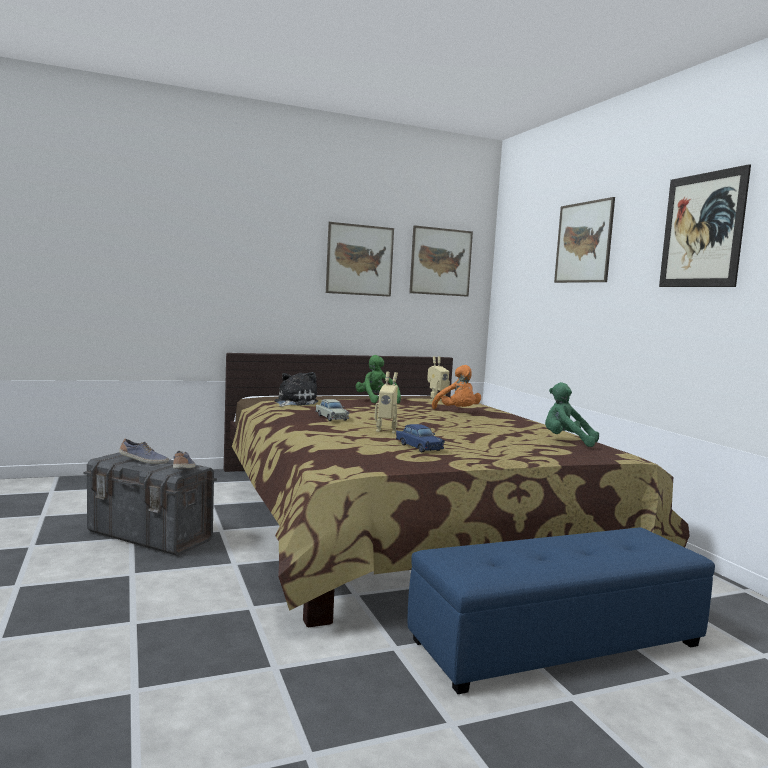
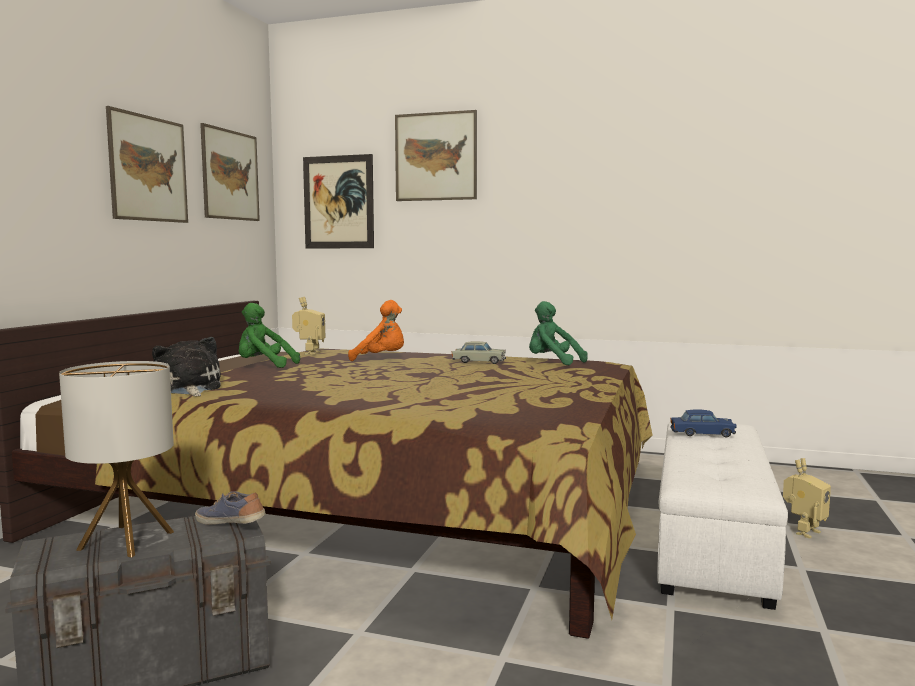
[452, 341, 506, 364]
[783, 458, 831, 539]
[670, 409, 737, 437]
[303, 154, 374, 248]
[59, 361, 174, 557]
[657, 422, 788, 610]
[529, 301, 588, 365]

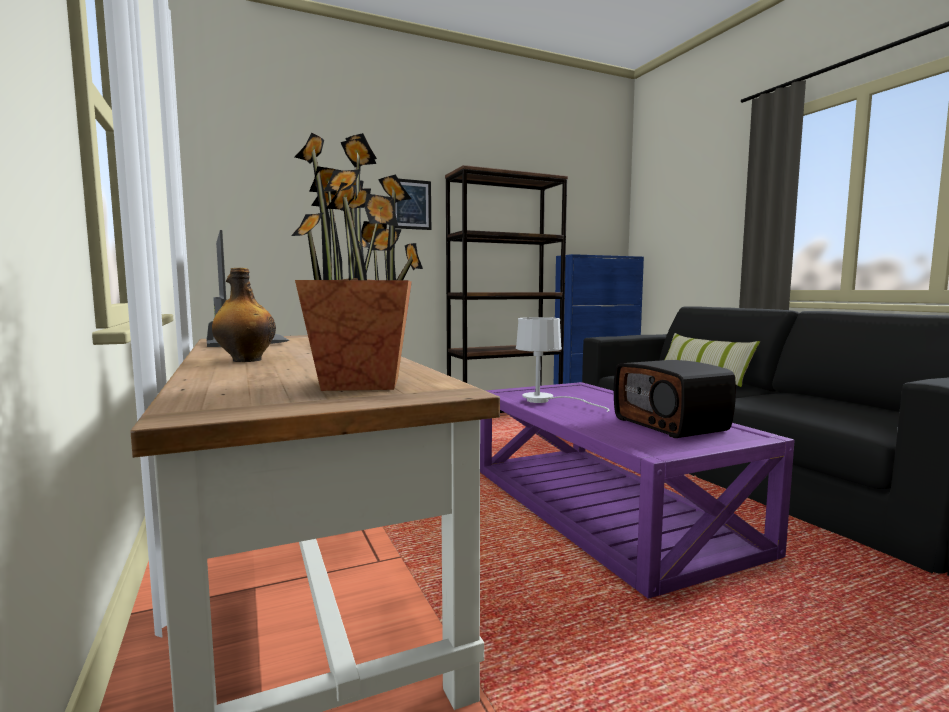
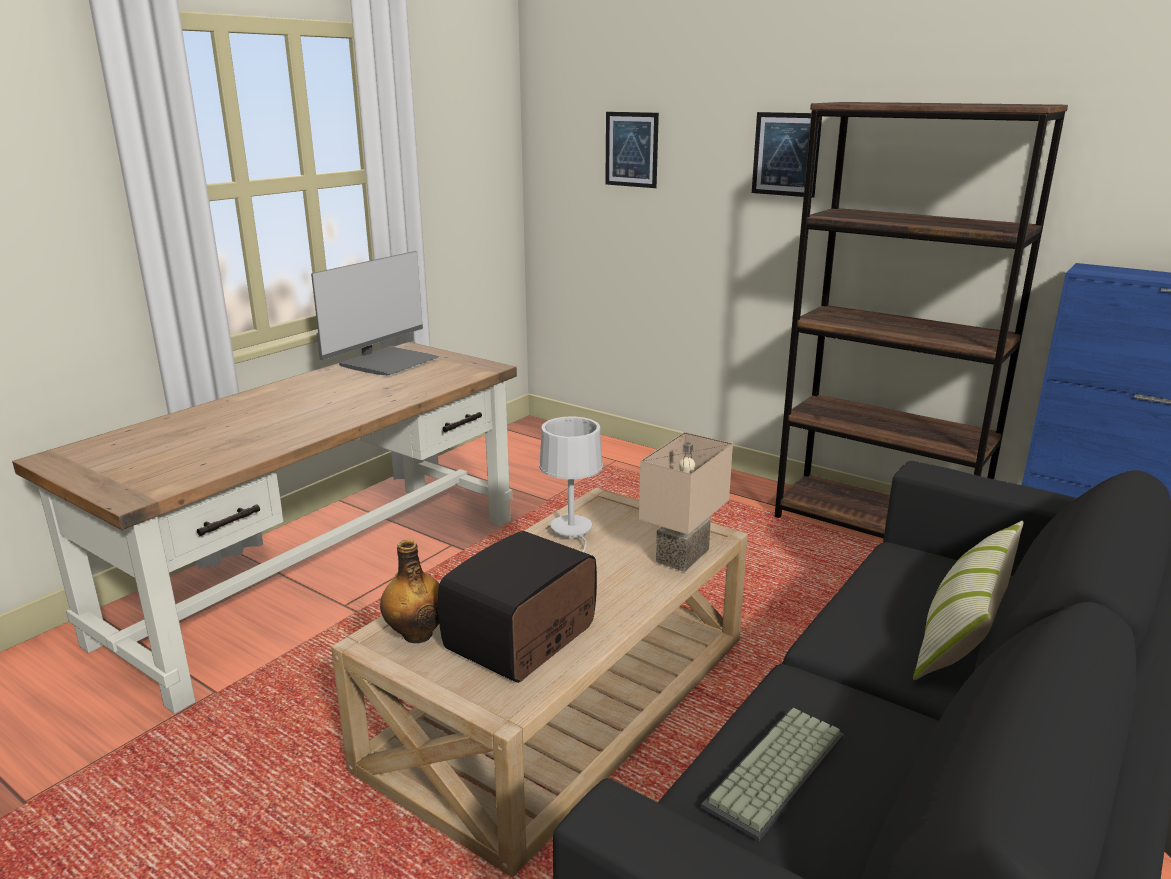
[291, 133, 423, 391] (first image)
[605, 112, 659, 188]
[639, 432, 733, 572]
[701, 708, 844, 841]
[380, 540, 439, 643]
[331, 487, 748, 877]

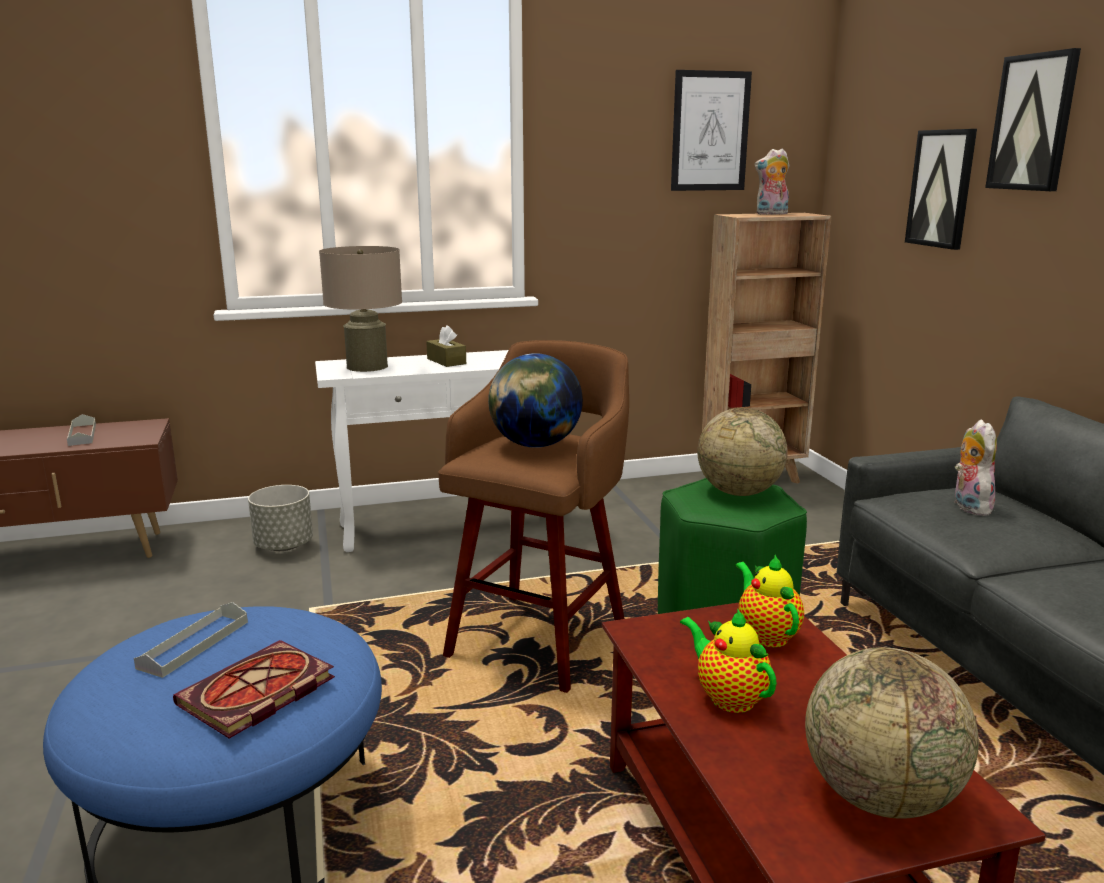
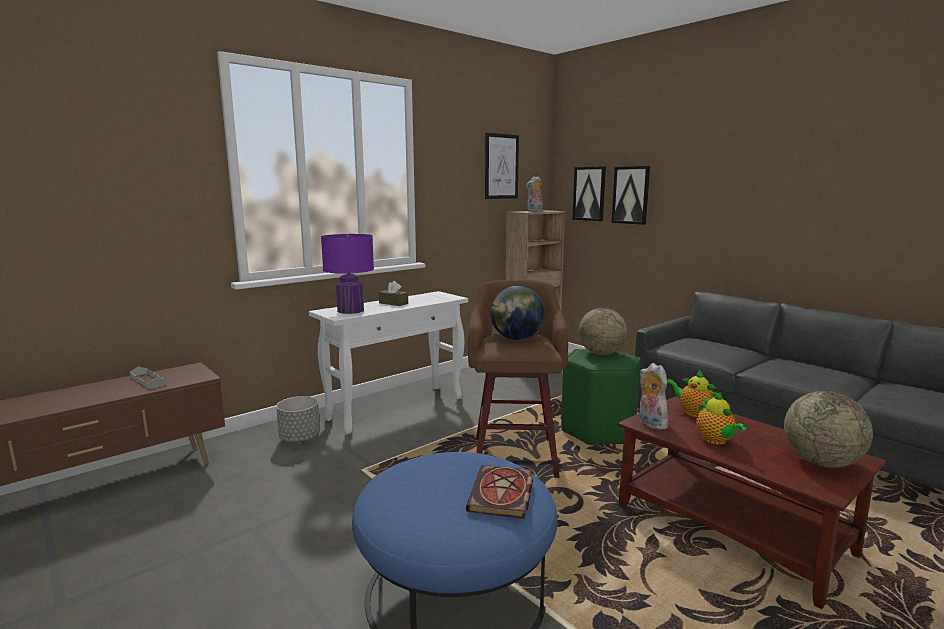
[134, 602, 248, 678] (first image)
[639, 363, 669, 430]
[572, 166, 606, 221]
[321, 234, 374, 314]
[696, 392, 747, 445]

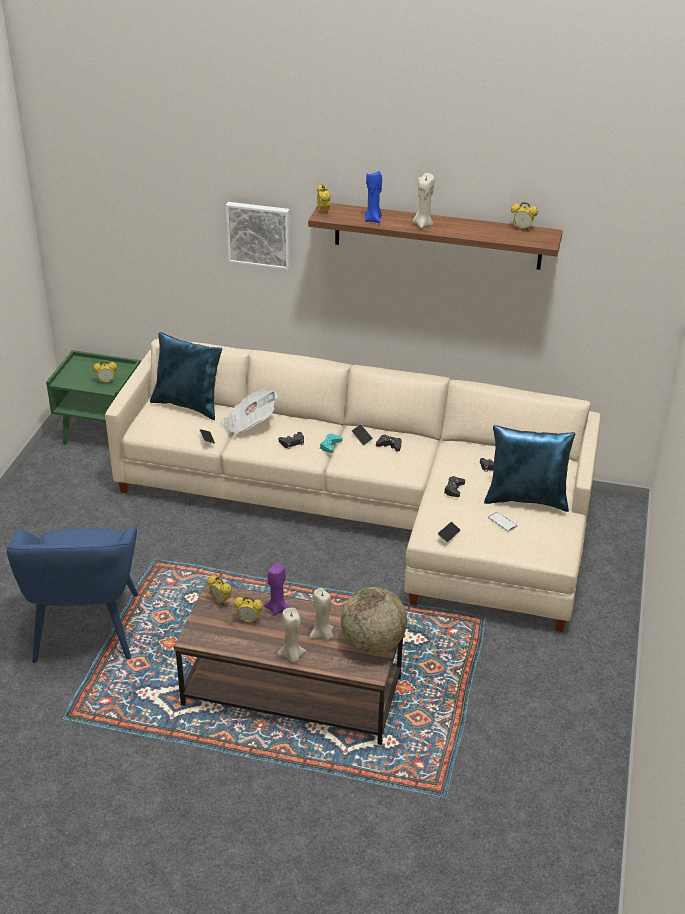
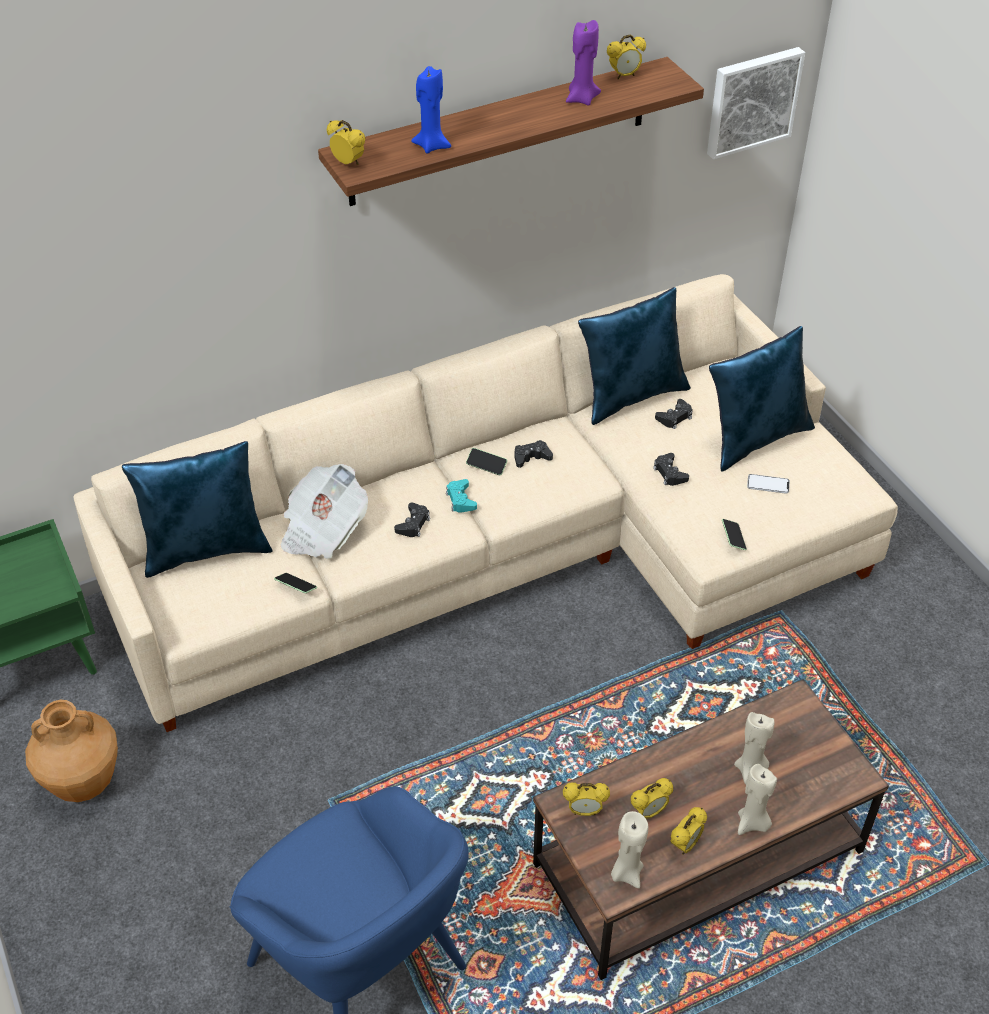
[341, 587, 407, 654] (first image)
[25, 700, 118, 802]
[578, 287, 691, 425]
[670, 807, 707, 855]
[707, 47, 805, 159]
[566, 20, 601, 105]
[611, 811, 648, 888]

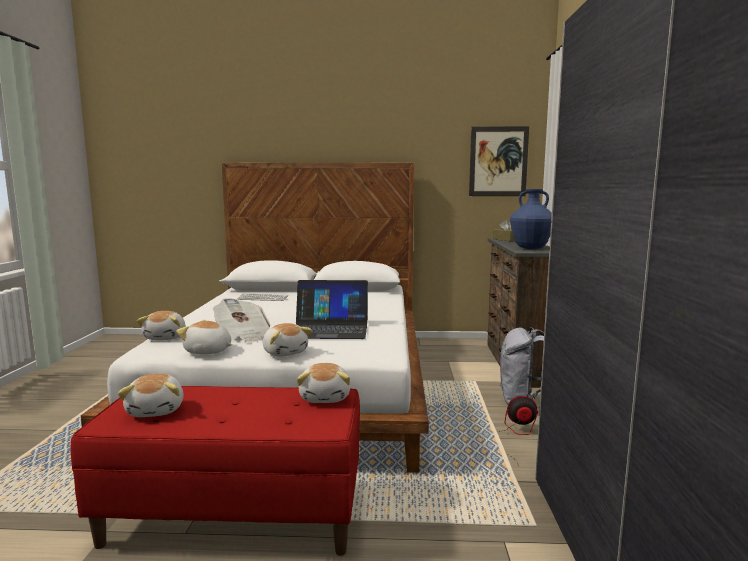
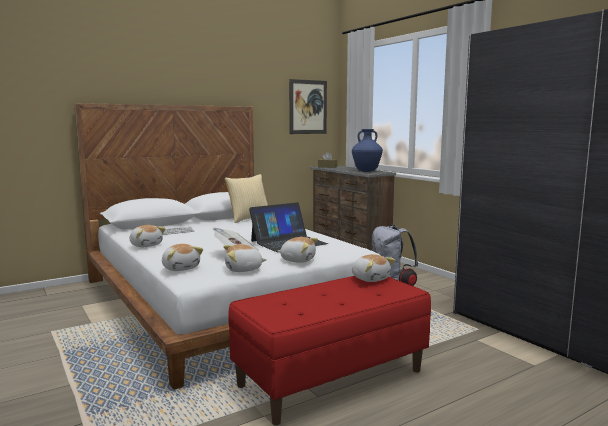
[224, 174, 268, 223]
[130, 225, 166, 247]

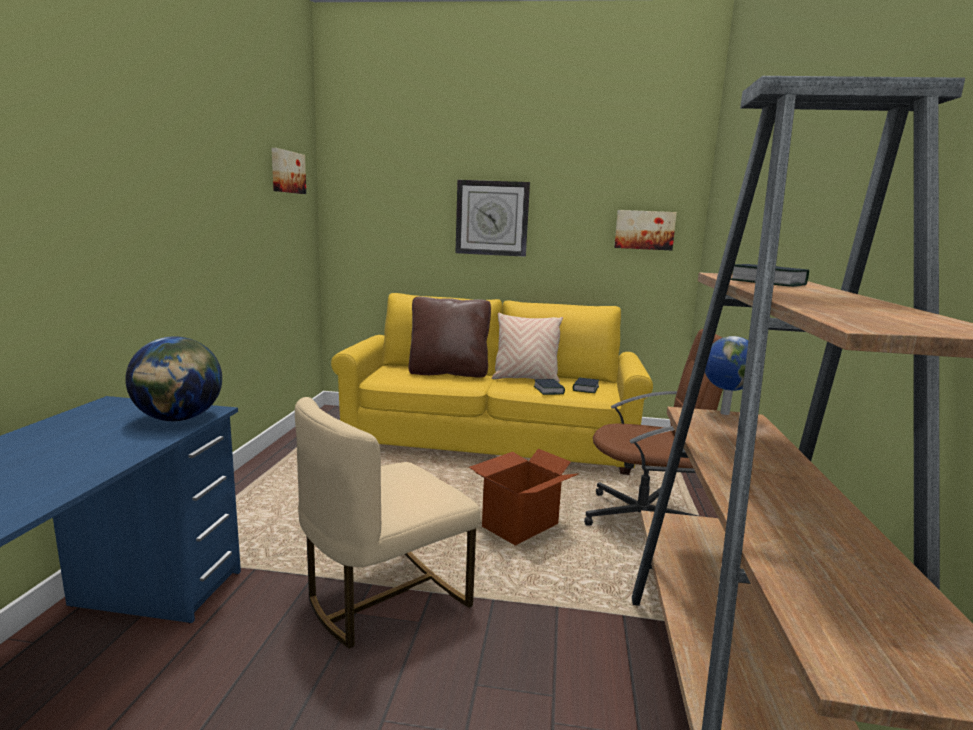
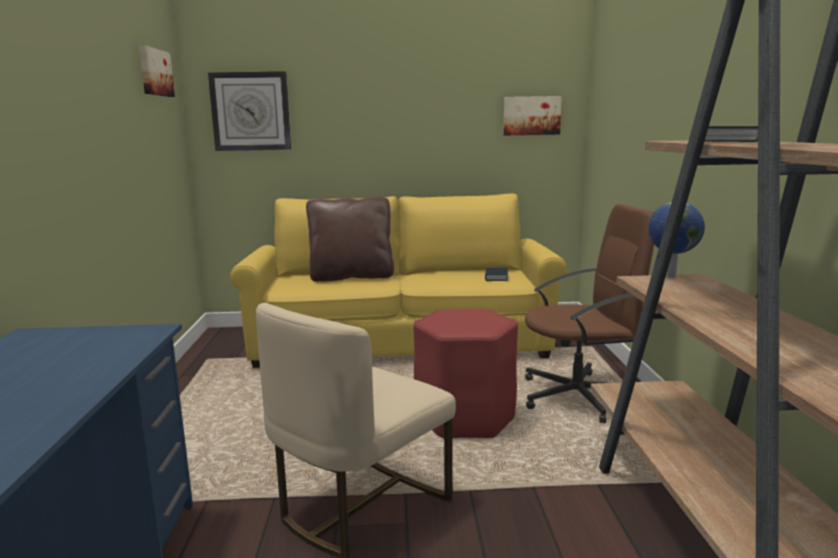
[125, 336, 222, 421] (first image)
[492, 313, 563, 382] (first image)
[534, 379, 565, 395] (first image)
[208, 71, 291, 151]
[413, 309, 518, 438]

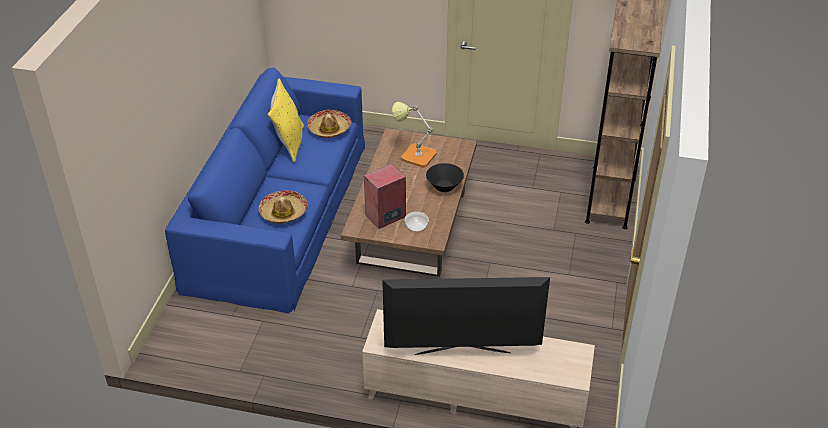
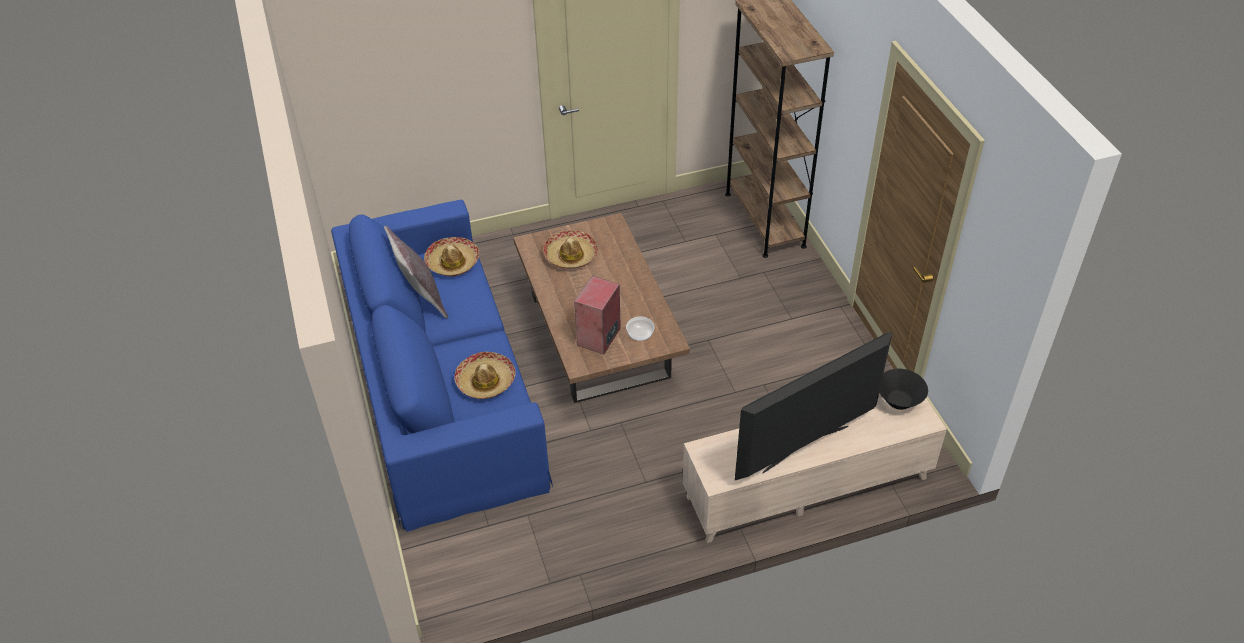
[879, 369, 928, 410]
[543, 230, 598, 269]
[384, 226, 448, 319]

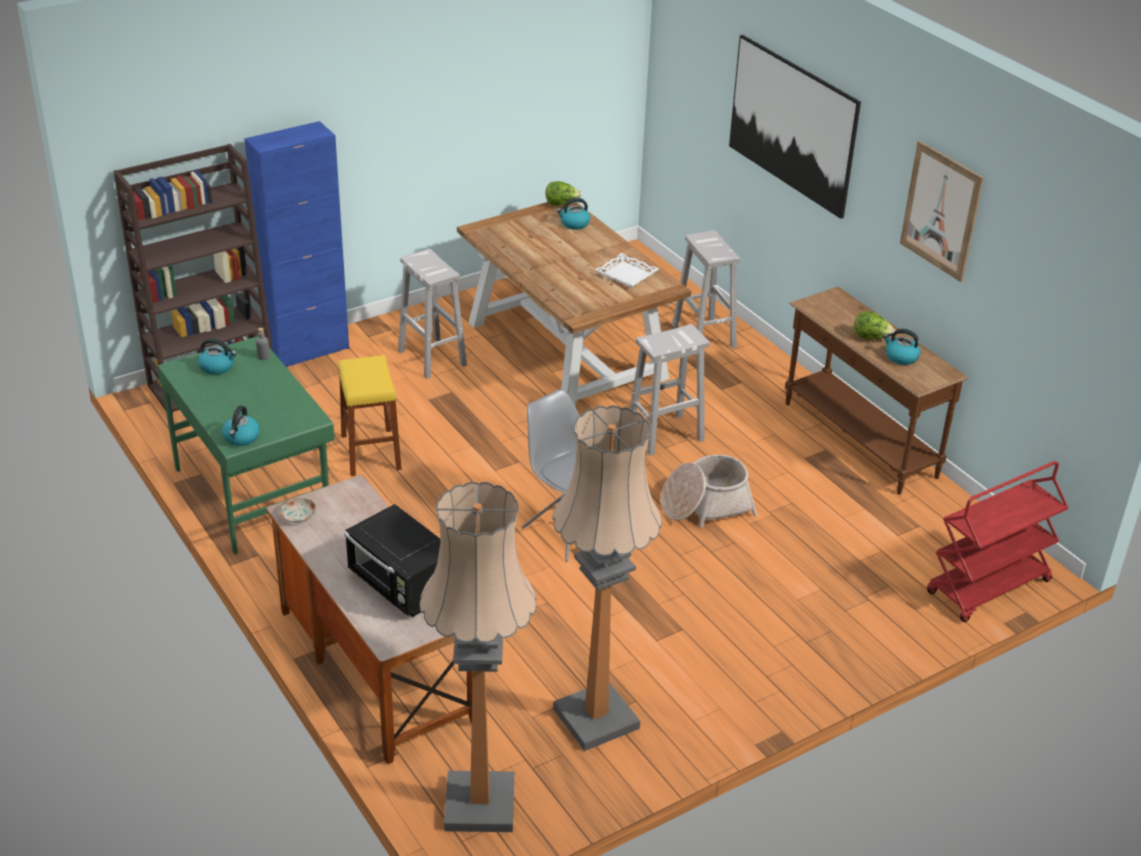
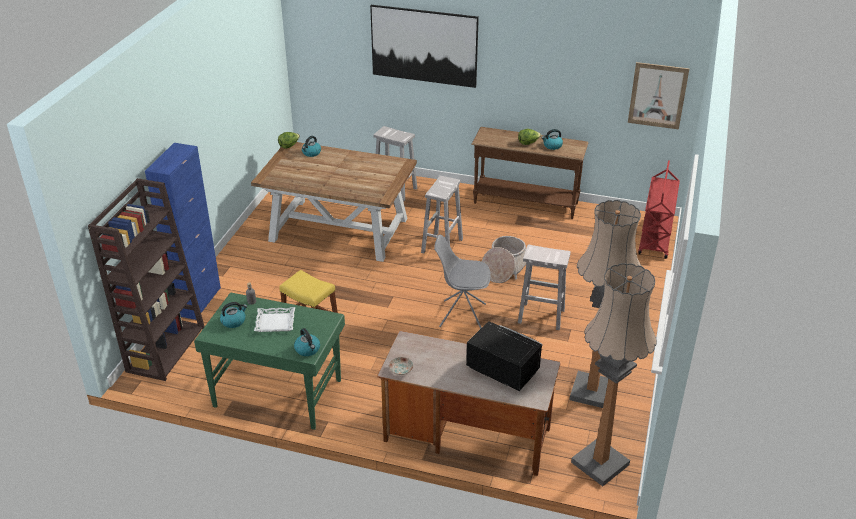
[518, 245, 571, 330]
[254, 307, 295, 332]
[628, 62, 689, 129]
[466, 321, 543, 391]

